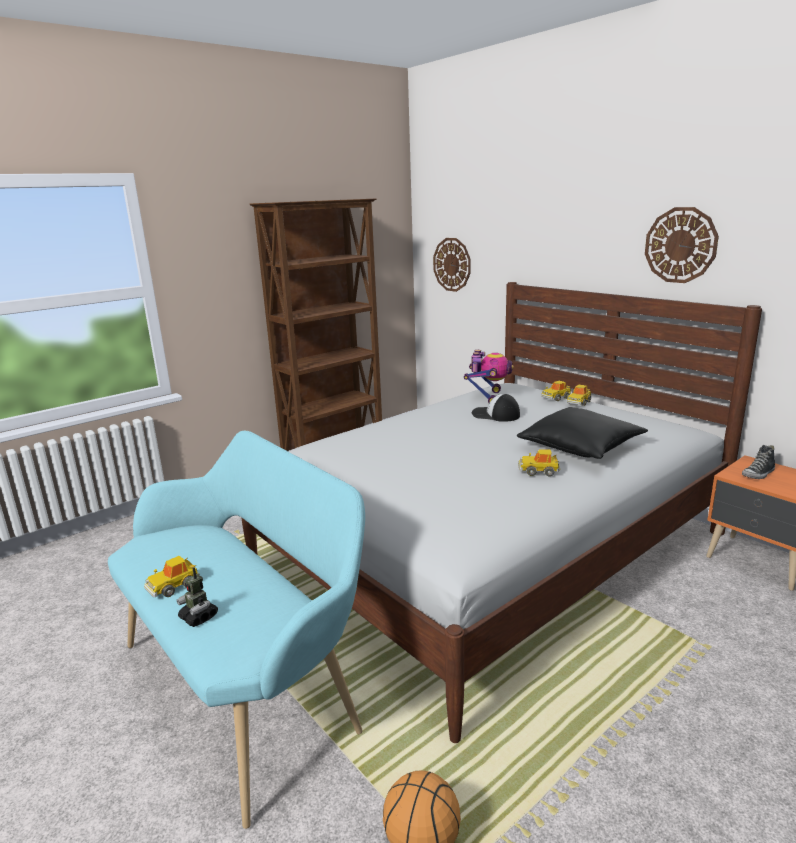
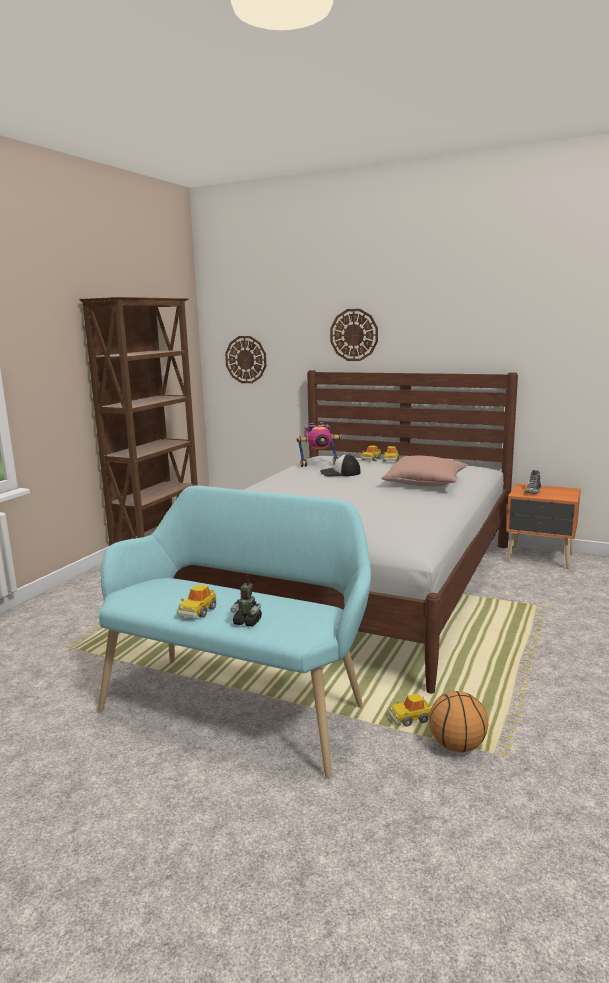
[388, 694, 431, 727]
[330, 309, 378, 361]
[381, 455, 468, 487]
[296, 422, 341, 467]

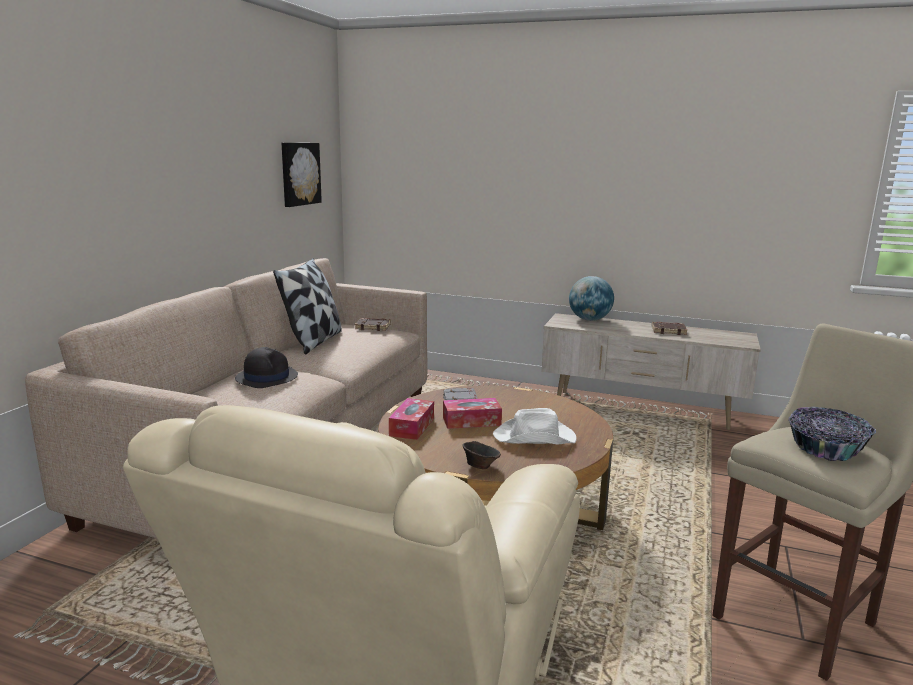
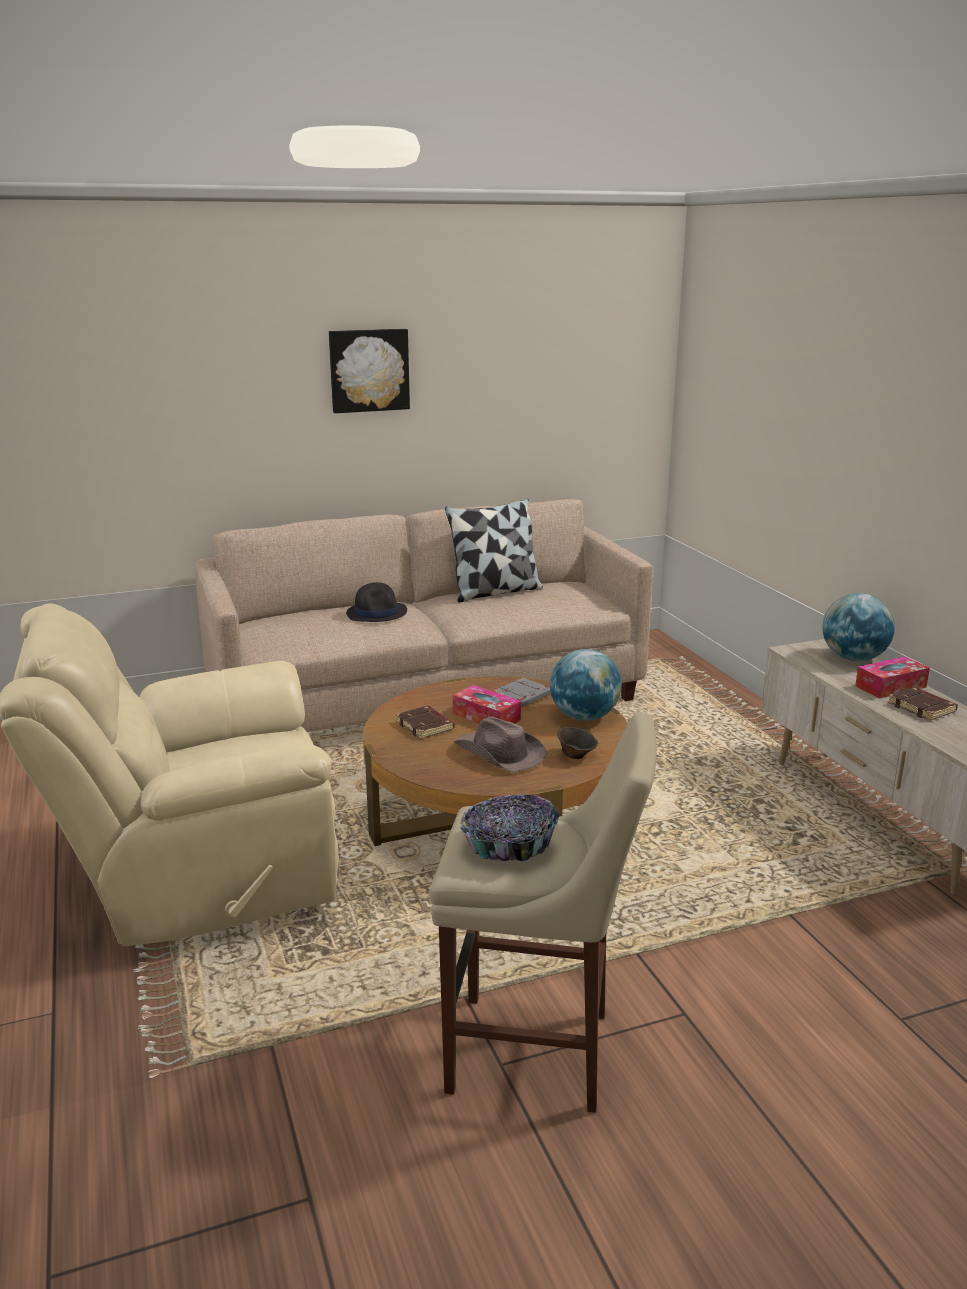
[550, 649, 622, 721]
[329, 329, 410, 413]
[396, 706, 455, 739]
[855, 656, 930, 698]
[557, 727, 598, 759]
[454, 717, 546, 773]

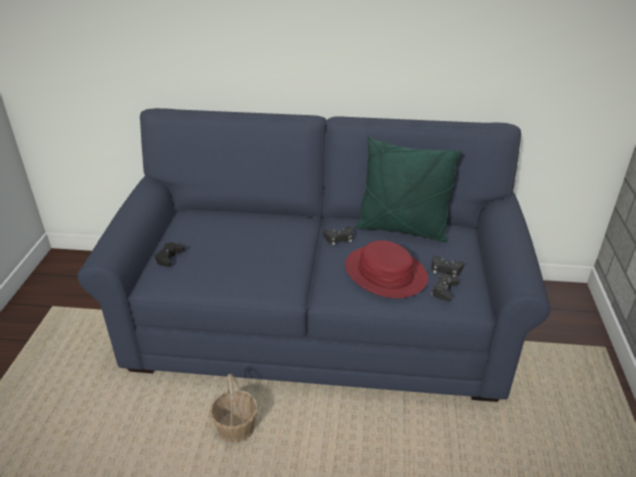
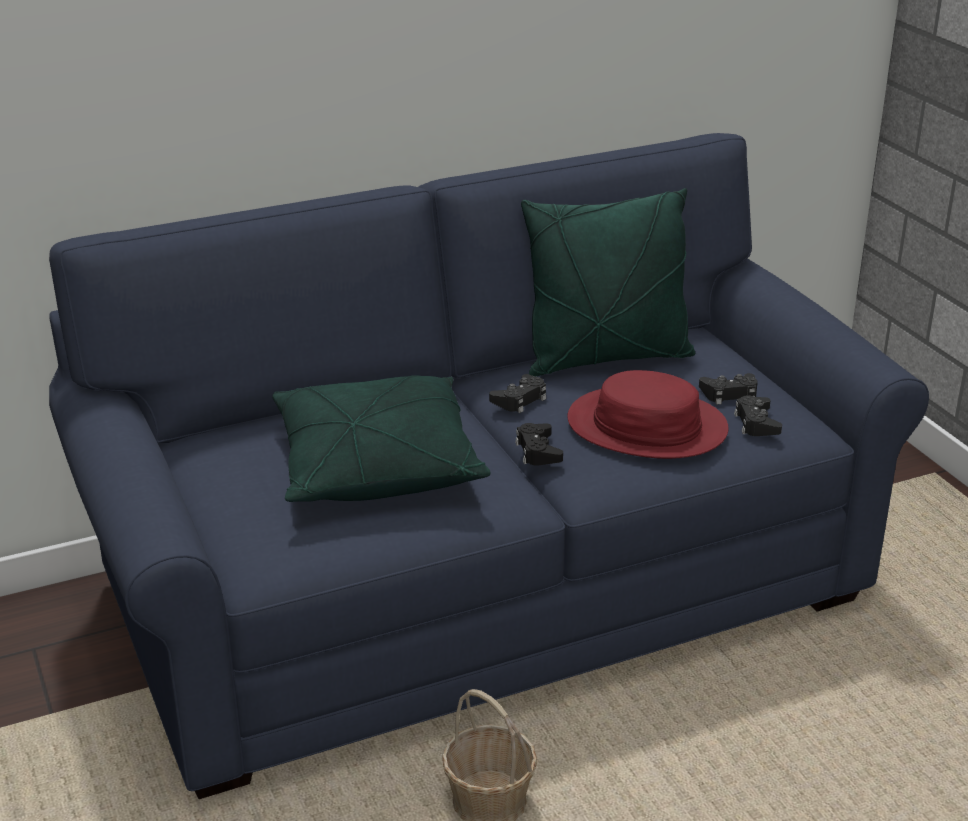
[272, 375, 491, 502]
[515, 423, 563, 466]

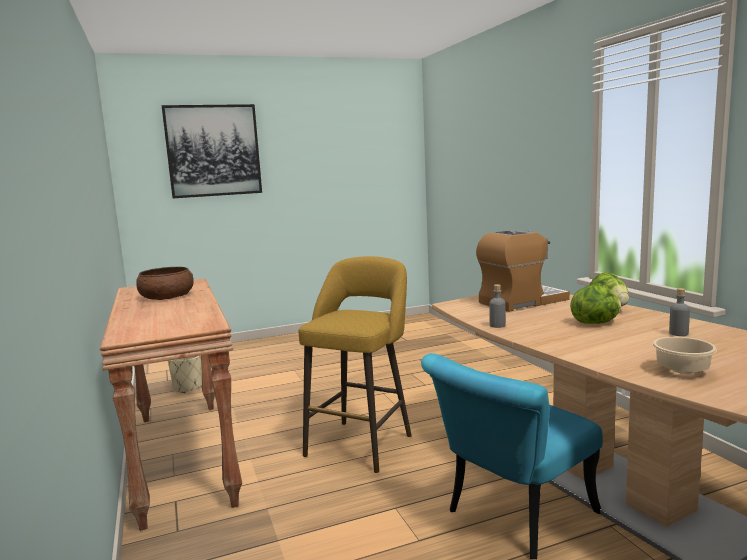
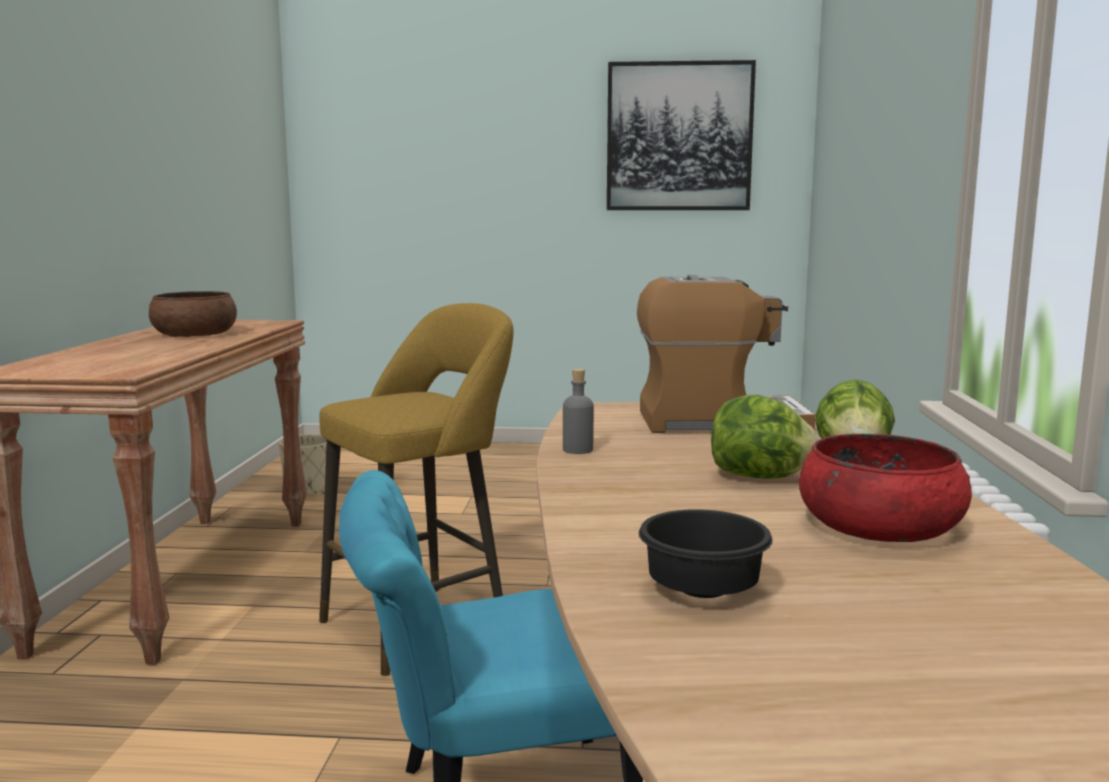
[607, 60, 756, 210]
[799, 434, 972, 542]
[639, 509, 773, 598]

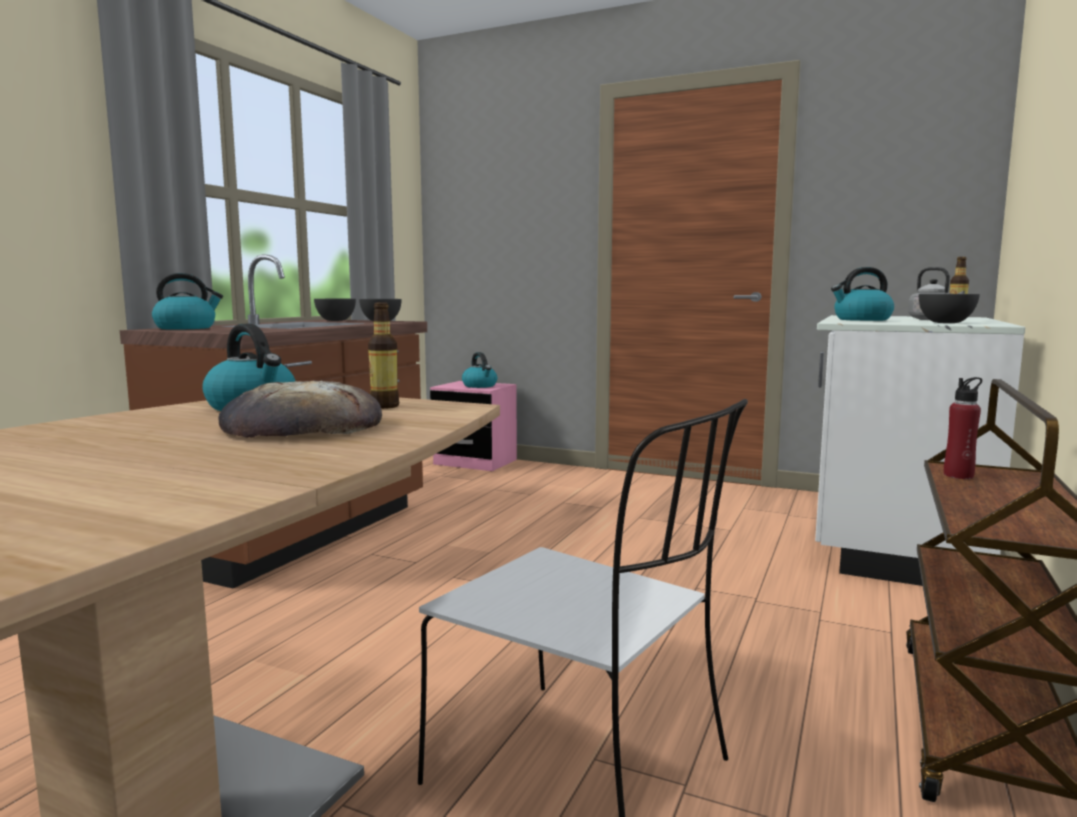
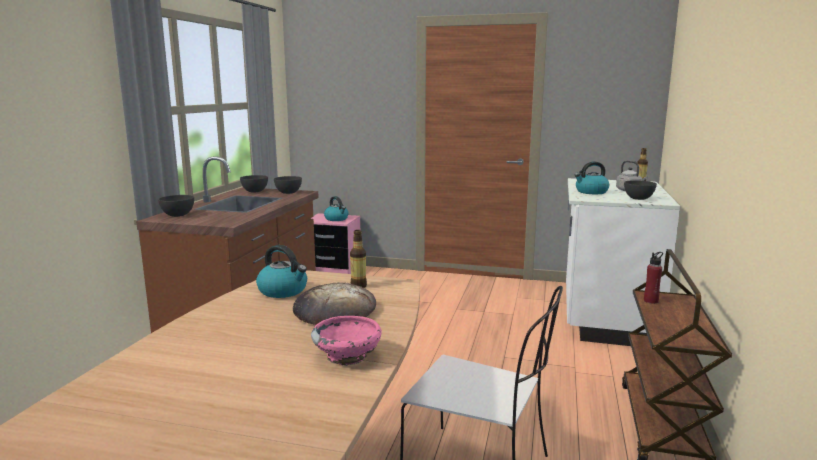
[311, 316, 382, 366]
[158, 195, 194, 217]

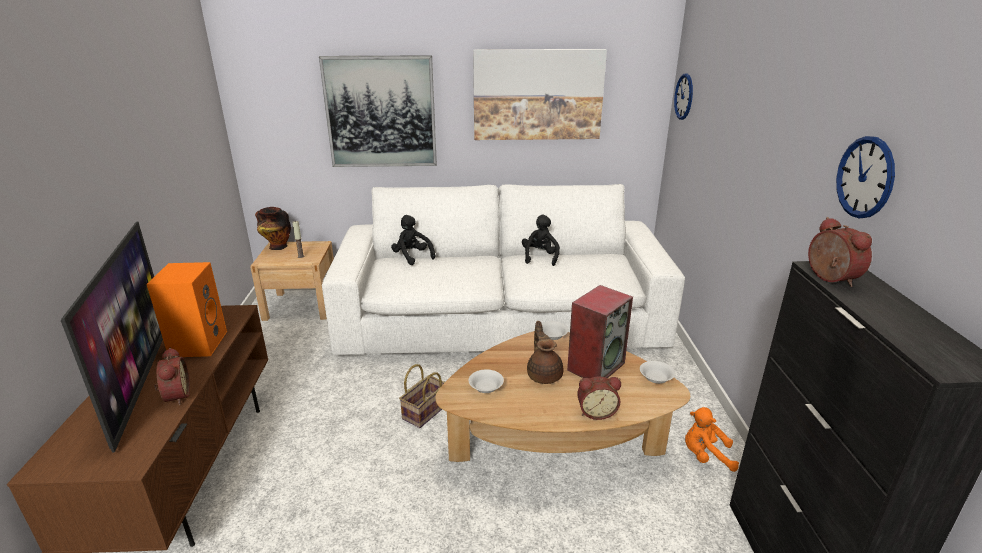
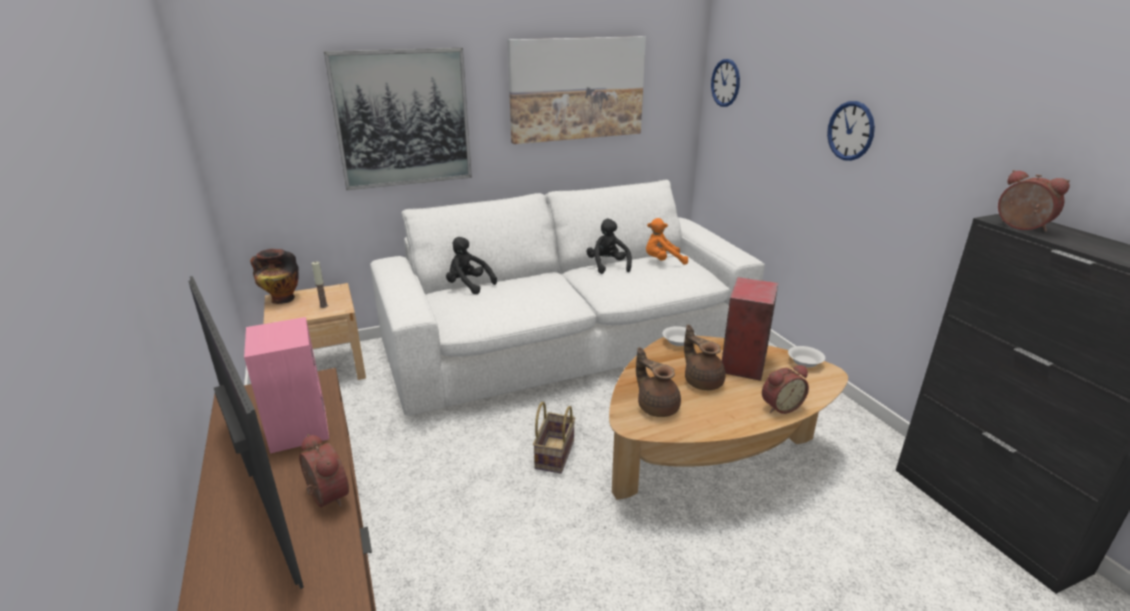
[646, 218, 688, 265]
[827, 101, 875, 161]
[636, 347, 681, 417]
[244, 317, 329, 454]

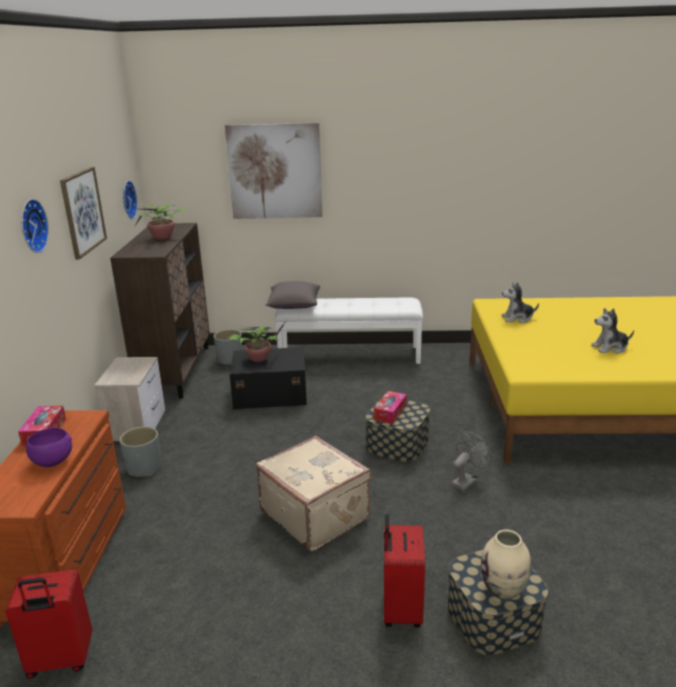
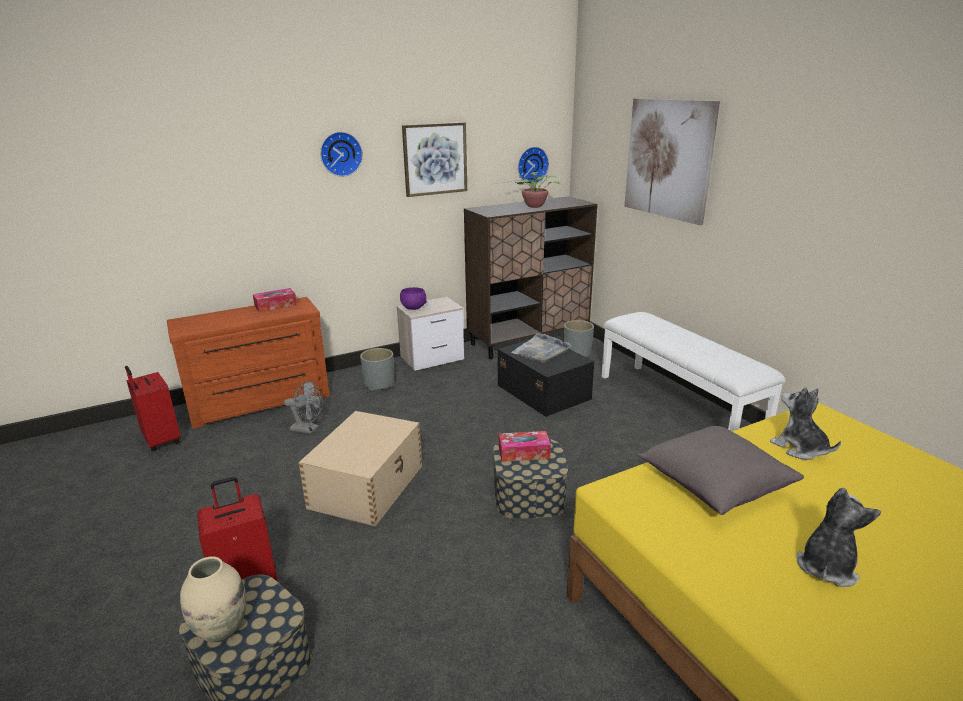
[400, 287, 427, 310]
[638, 426, 804, 515]
[284, 381, 323, 434]
[511, 333, 572, 363]
[298, 411, 422, 526]
[796, 487, 881, 587]

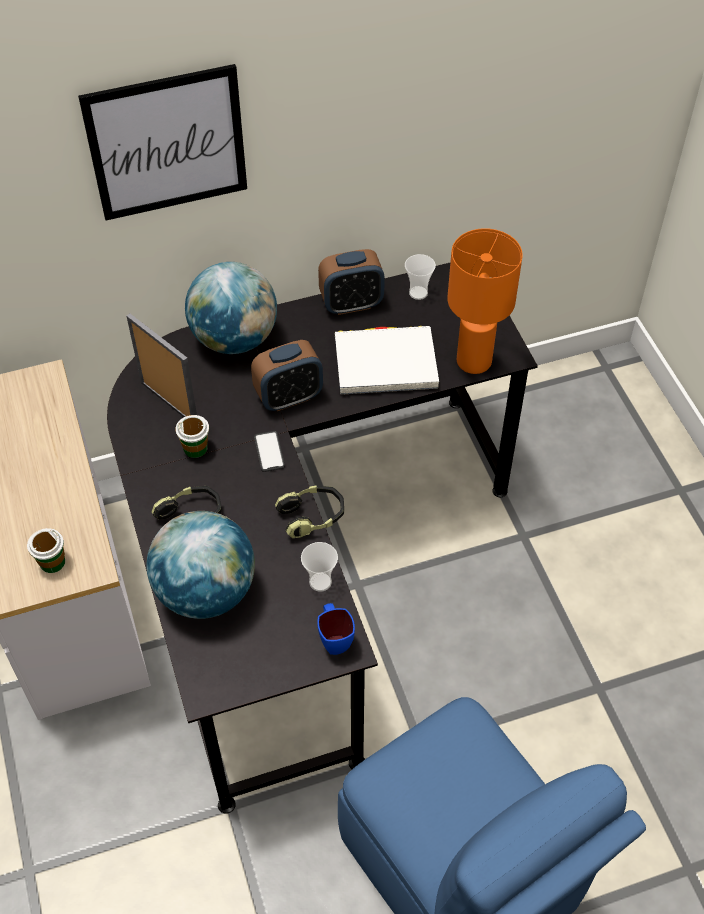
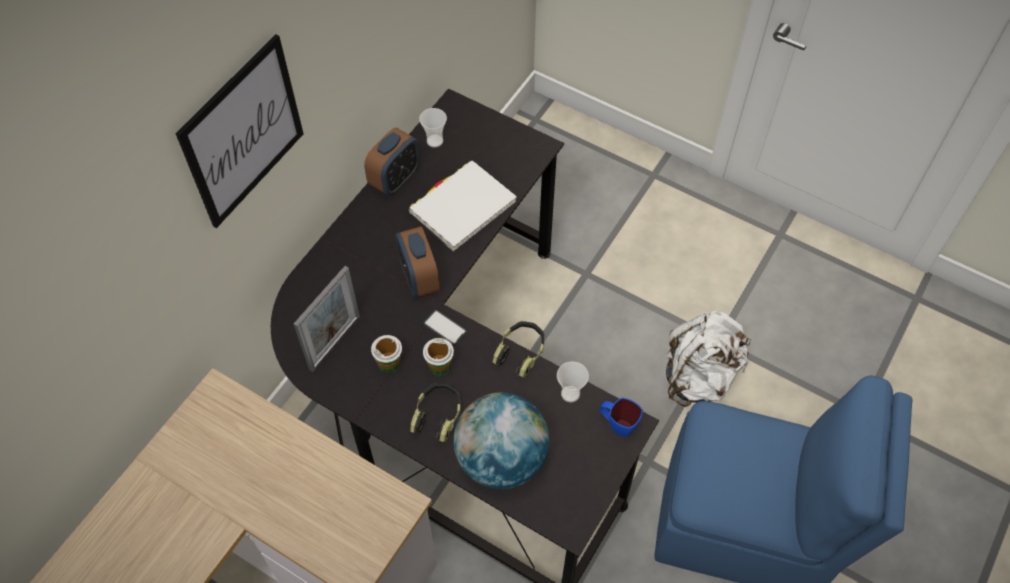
[185, 262, 277, 354] (first image)
[447, 228, 523, 374] (first image)
[666, 311, 751, 407]
[423, 338, 454, 375]
[294, 266, 360, 372]
[395, 226, 440, 298]

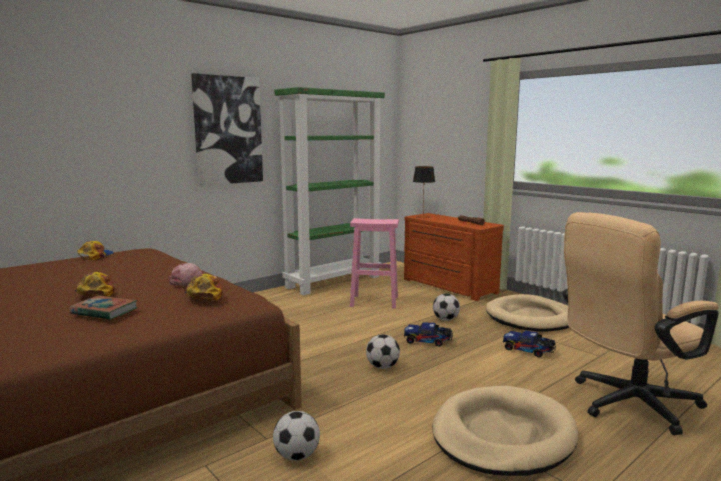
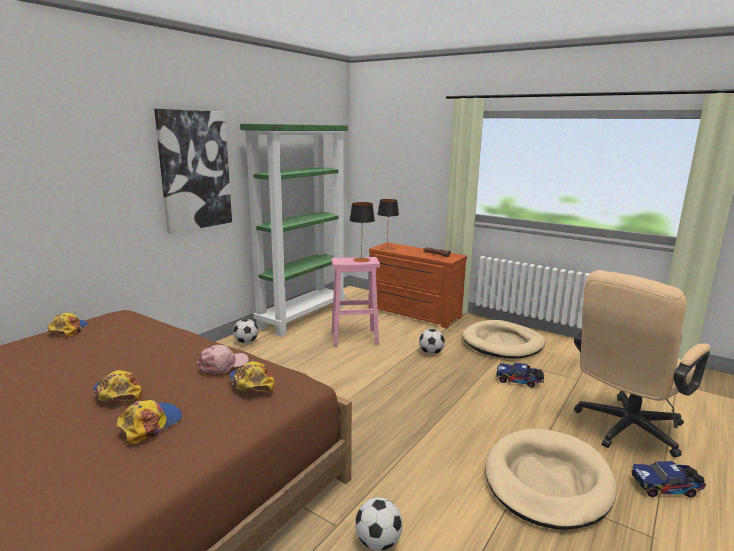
[349, 202, 375, 262]
[233, 319, 258, 344]
[632, 461, 706, 497]
[117, 400, 183, 444]

